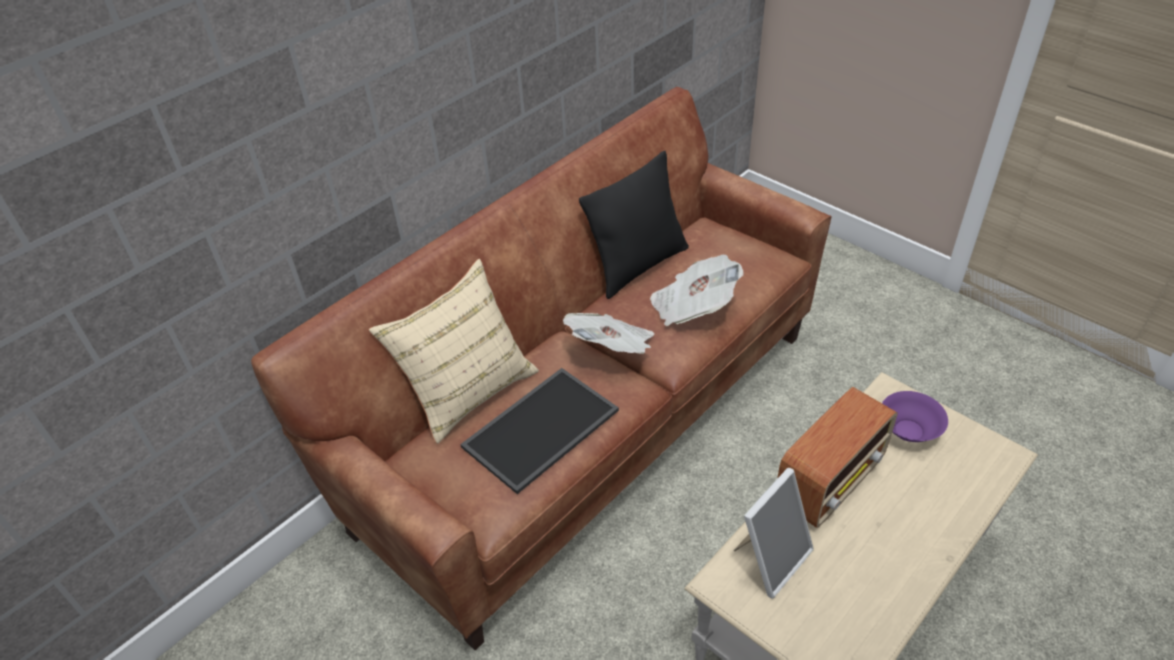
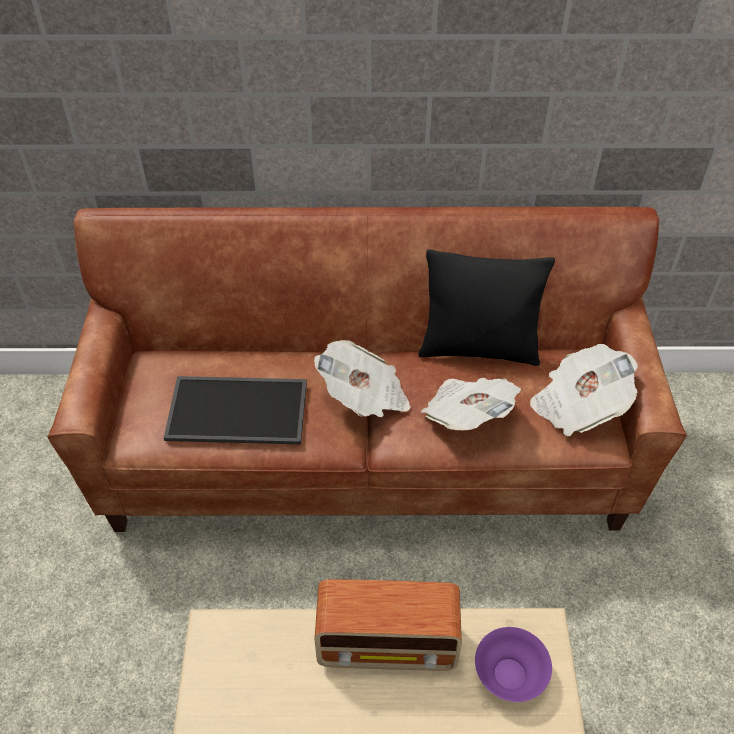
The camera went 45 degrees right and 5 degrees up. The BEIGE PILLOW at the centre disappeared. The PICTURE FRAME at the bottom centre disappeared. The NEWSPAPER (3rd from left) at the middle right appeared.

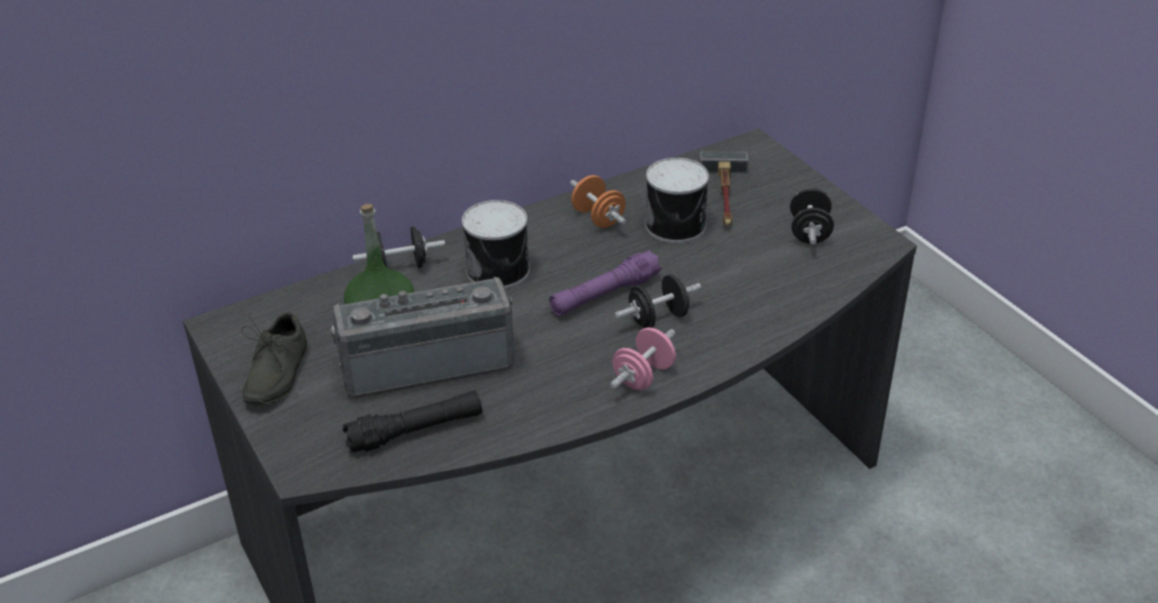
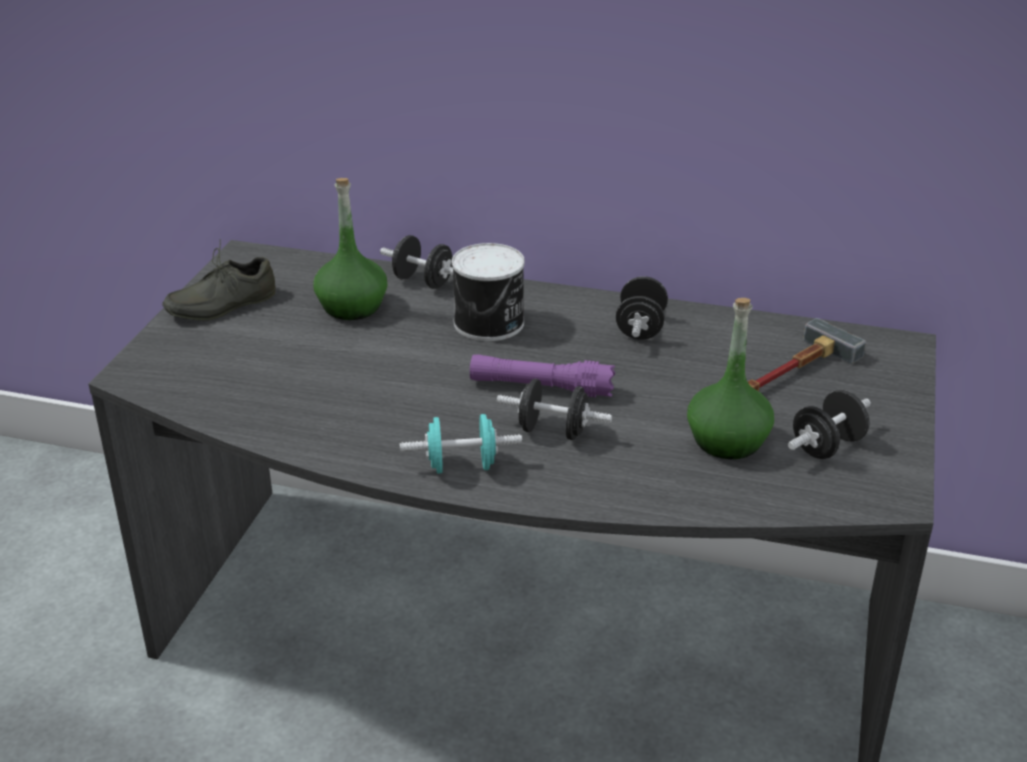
The camera went 45 degrees right and 5 degrees down. The RADIO at the centre disappeared. The BLACK FLASHLIGHT at the bottom centre disappeared. The CAN (2nd from left) at the centre disappeared. The GREEN BOTTLE (2nd from left) at the middle right appeared. The ORANGE DUMBBELL at the centre became the BLACK DUMBBELL (3rd from left) at the centre. The PINK DUMBBELL at the centre became the TURQUOISE DUMBBELL at the centre.

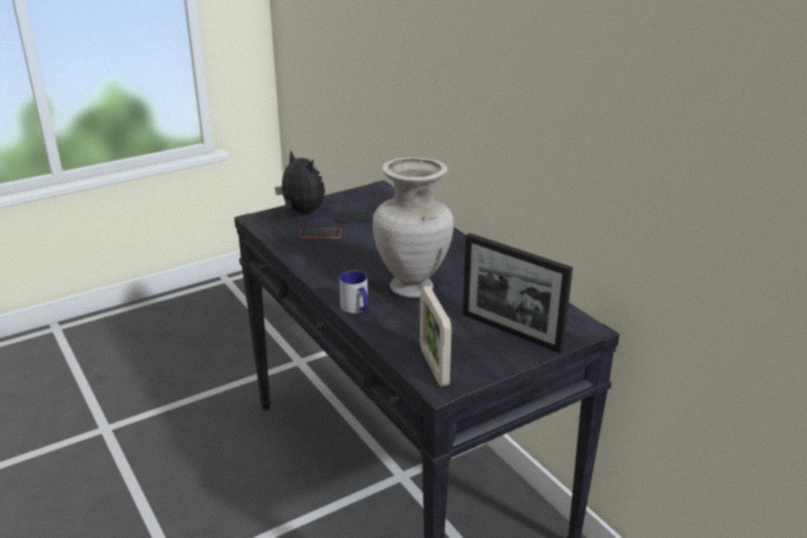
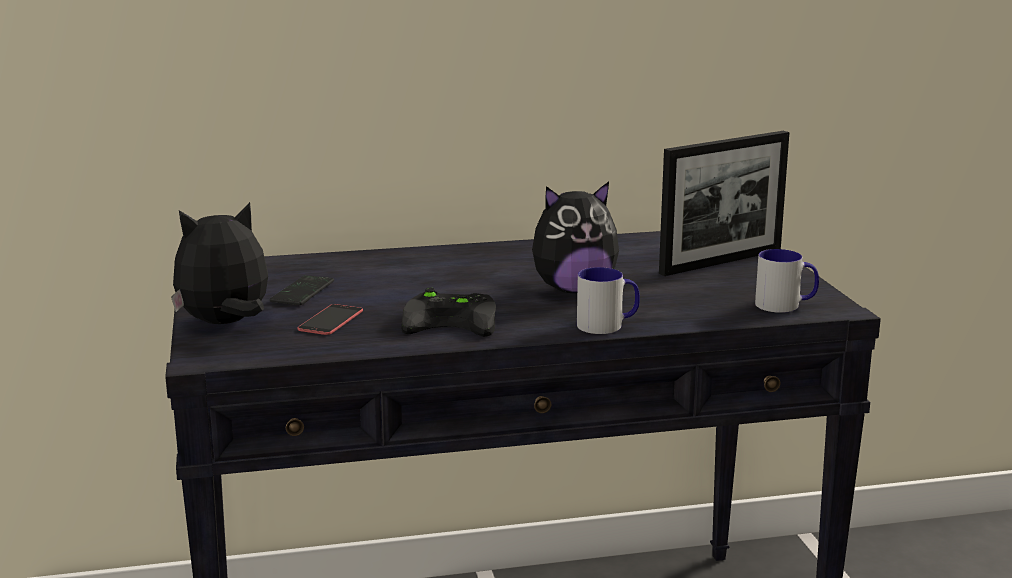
The camera went 70 degrees left and 10 degrees down. The BLACK GAME CONTROLLER at the centre appeared. The BEIGE VASE at the centre was replaced by the PLUSH TOY (2nd from left) at the centre. The PICTURE FRAME (1st from left) at the centre was replaced by the MUG (2nd from left) at the middle right.

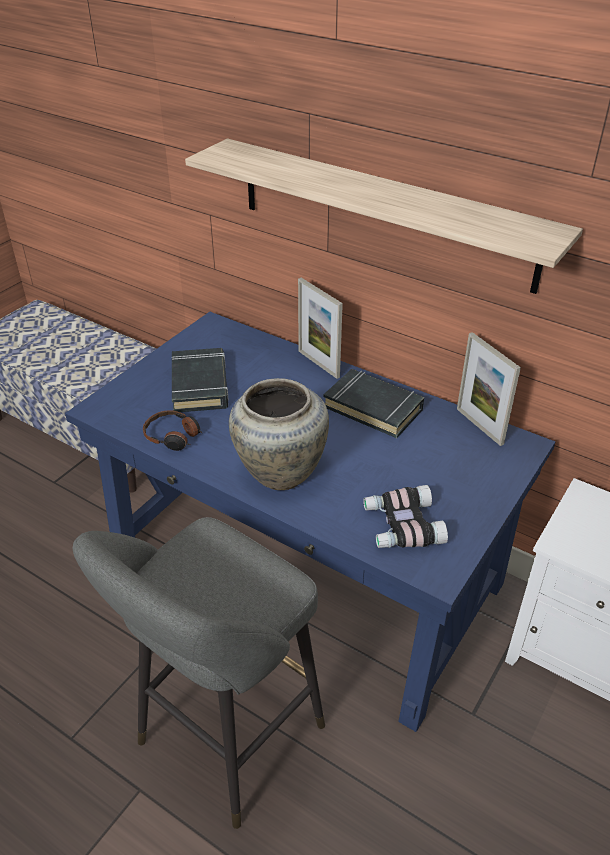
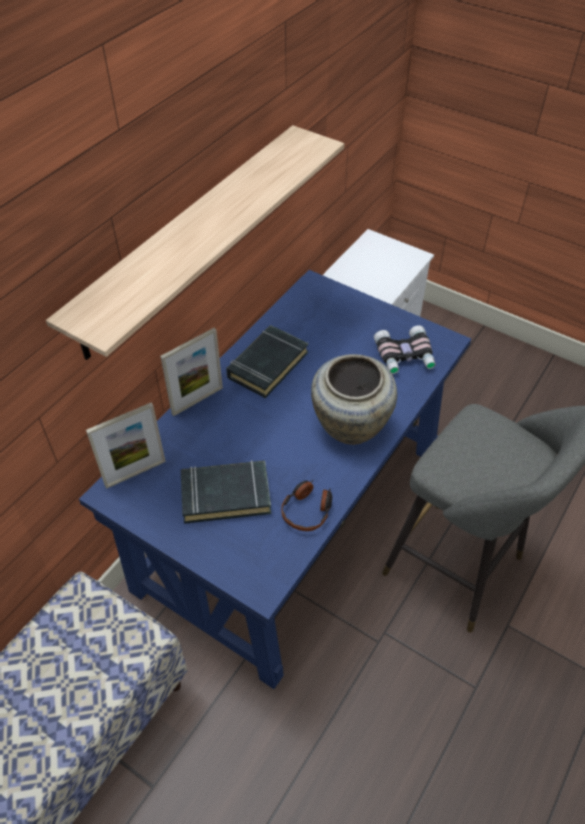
The camera went 90 degrees left and 10 degrees up. The PICTURE FRAME (2nd from left in the first image) moved from the middle right to the middle left.

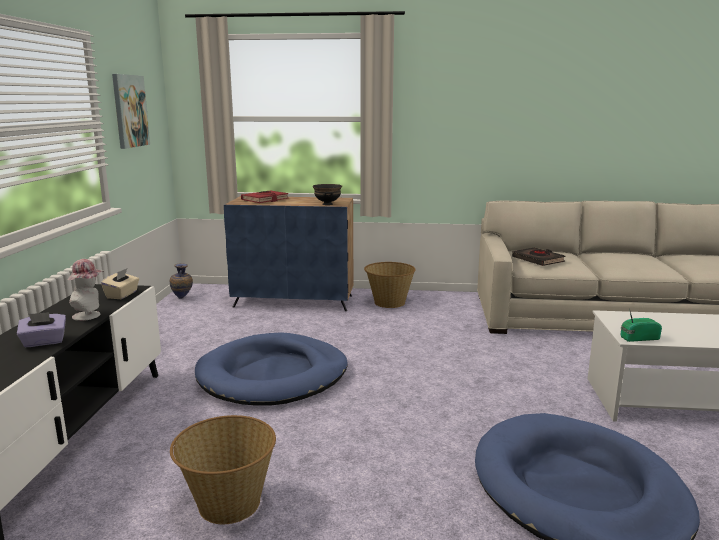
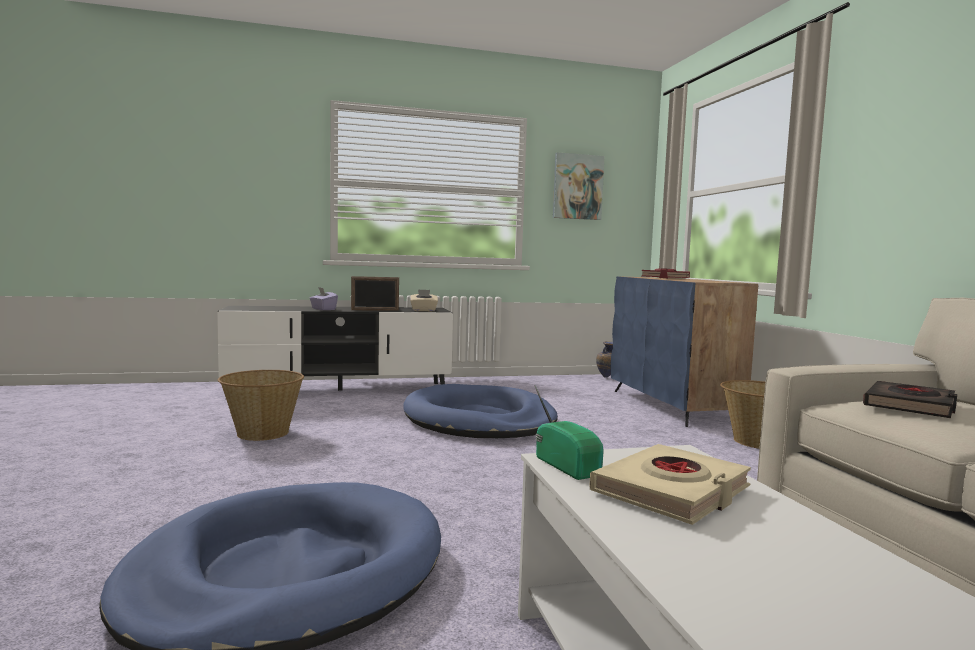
The camera went 70 degrees right and 10 degrees down. The BLACK BOWL at the centre disappeared. The BEIGE BOOK at the bottom right appeared. The HAT at the middle left was replaced by the PICTURE FRAME at the centre.

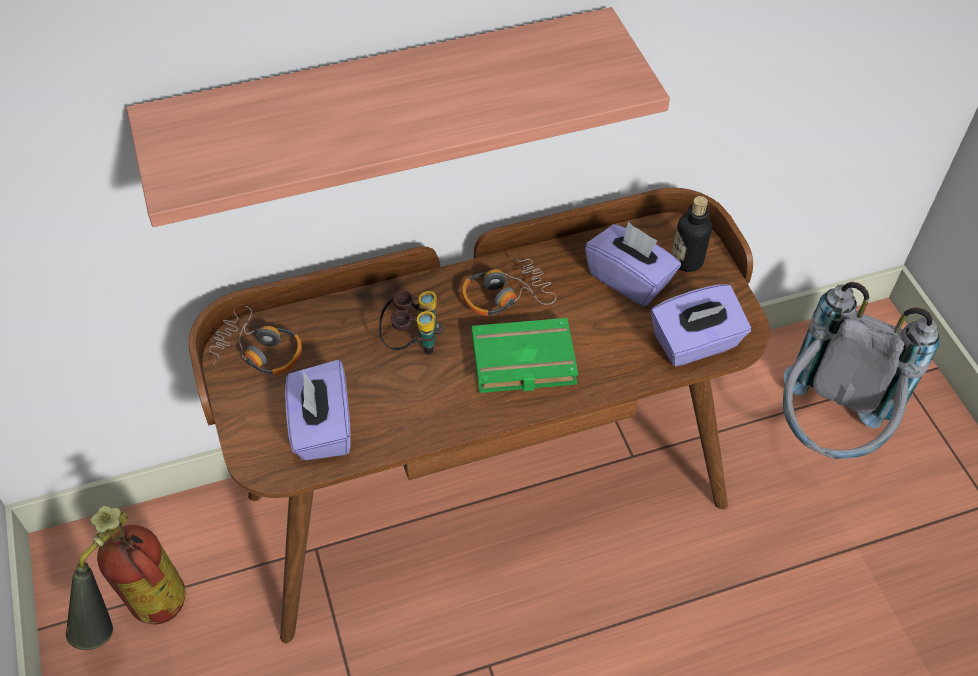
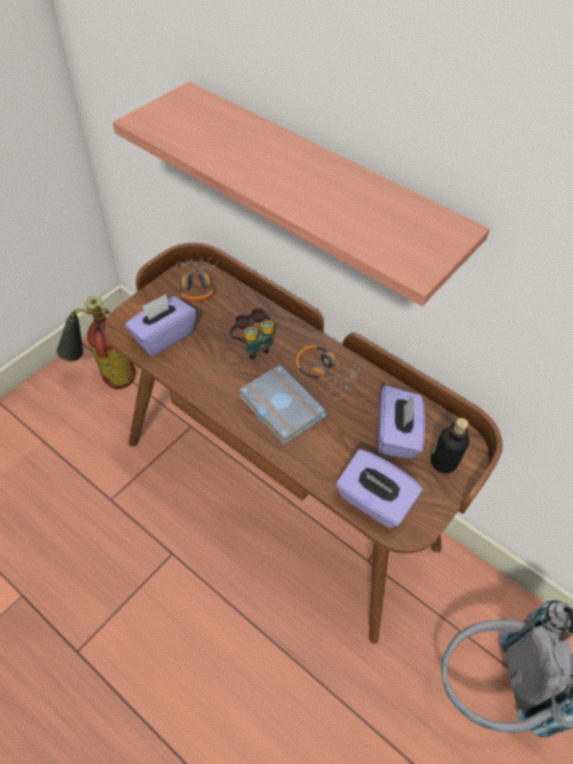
The camera went 55 degrees right and 0 degrees up. The GREEN BOOK at the centre became the GREY BOOK at the centre.

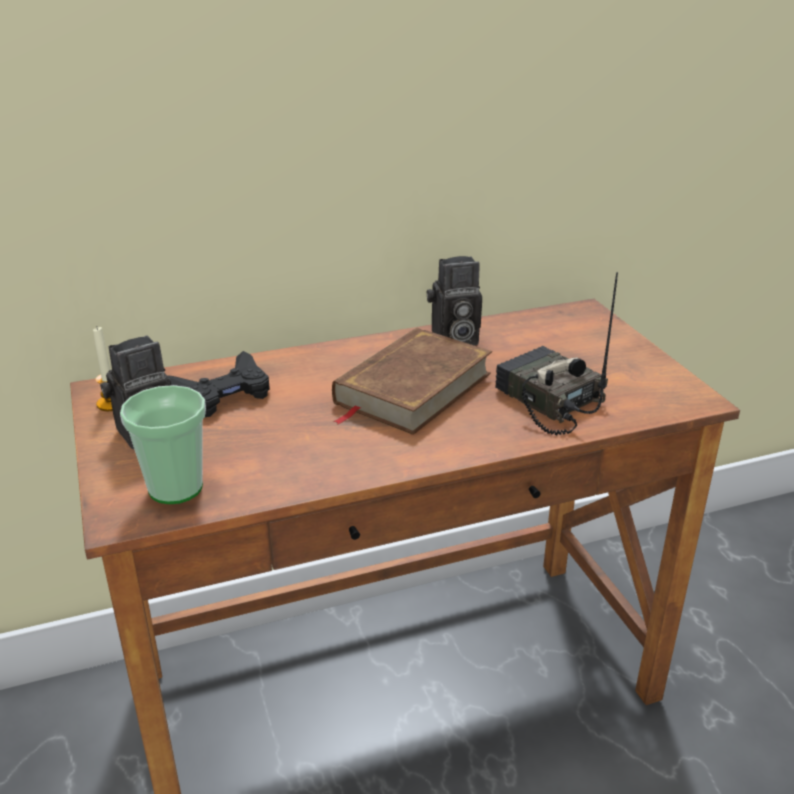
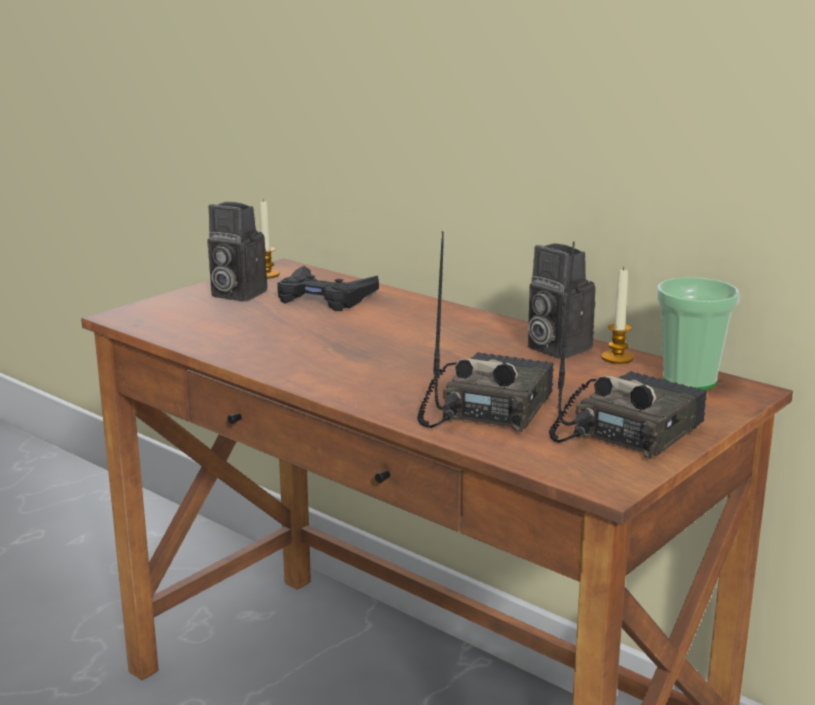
The camera went 60 degrees right and 10 degrees down. The BROWN BOOK at the centre disappeared. The RADIO (2nd from left) at the middle right appeared. The CANDLE (2nd from left) at the middle right appeared. The CUP moved from the middle left to the middle right.

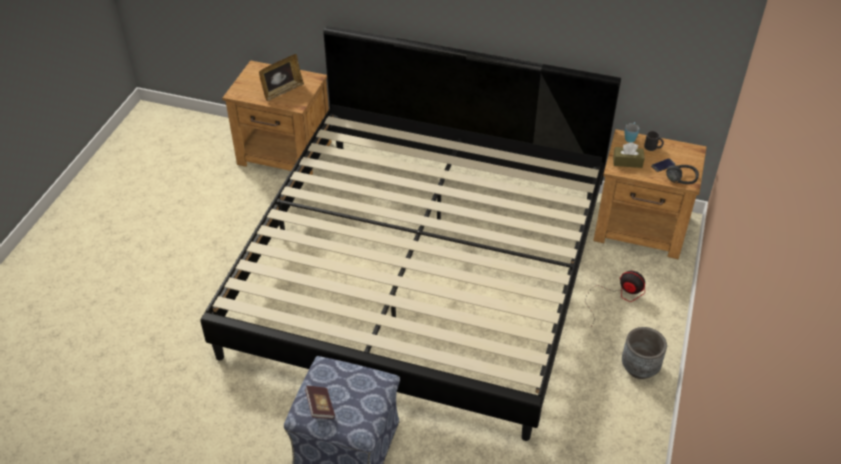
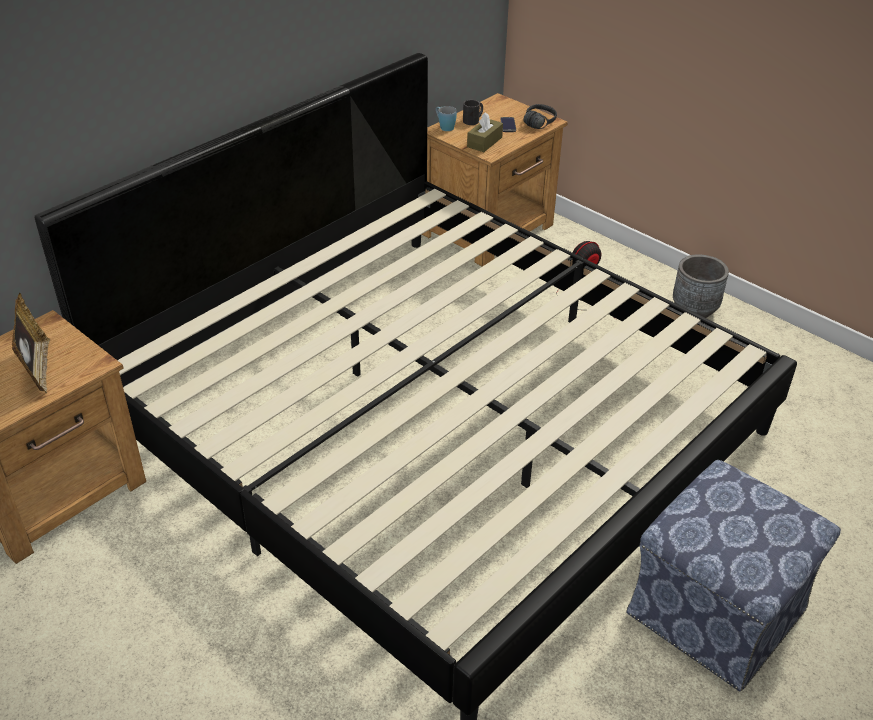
The camera went 65 degrees left and 5 degrees down. The BOOK at the bottom centre disappeared.

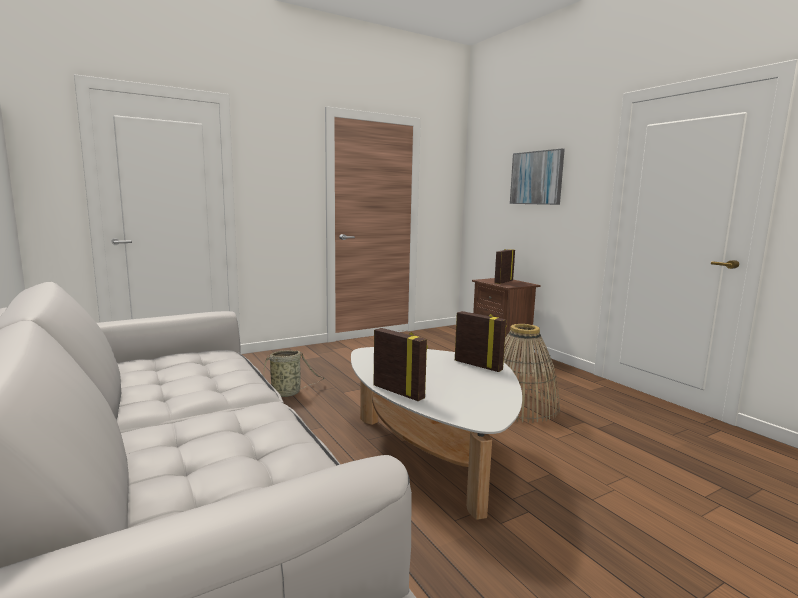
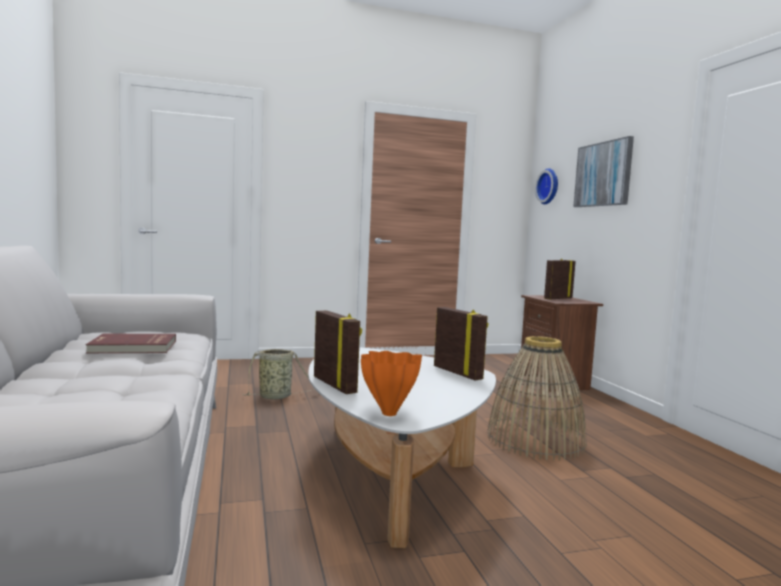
The camera went 15 degrees right and 5 degrees down. The RED BOOK at the middle left appeared. The ORANGE VASE at the centre appeared. The WALL CLOCK at the top right appeared.

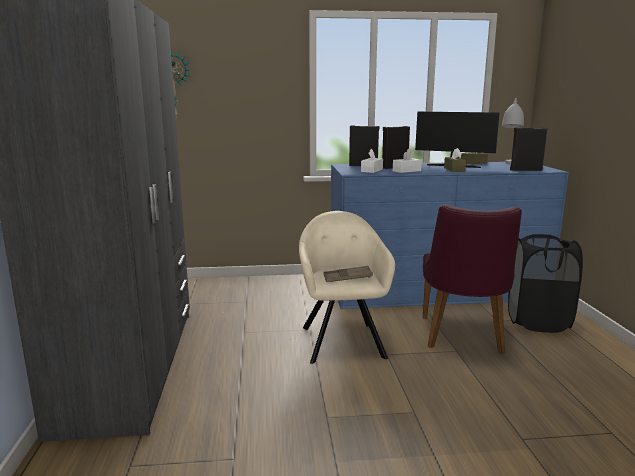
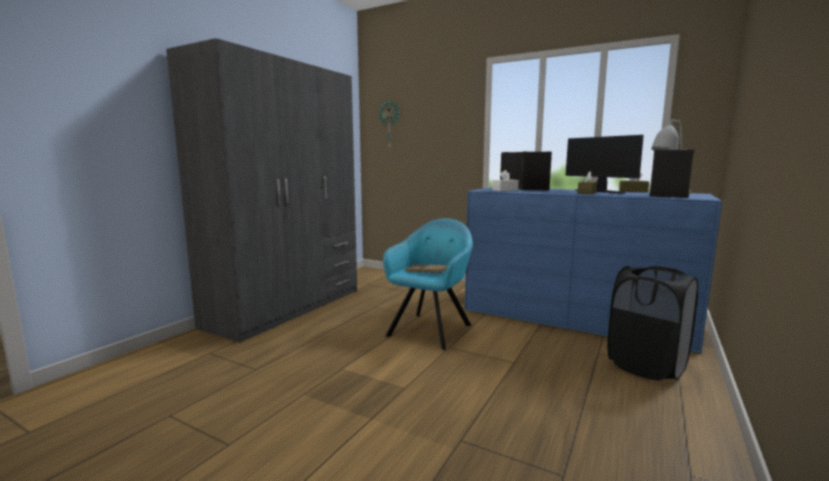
The camera went 35 degrees right and 5 degrees down. The WHITE TISSUE BOX (2nd from left) at the centre disappeared. The PURPLE CHAIR at the middle right disappeared. The BEIGE ARMCHAIR at the centre became the TURQUOISE ARMCHAIR at the centre.

